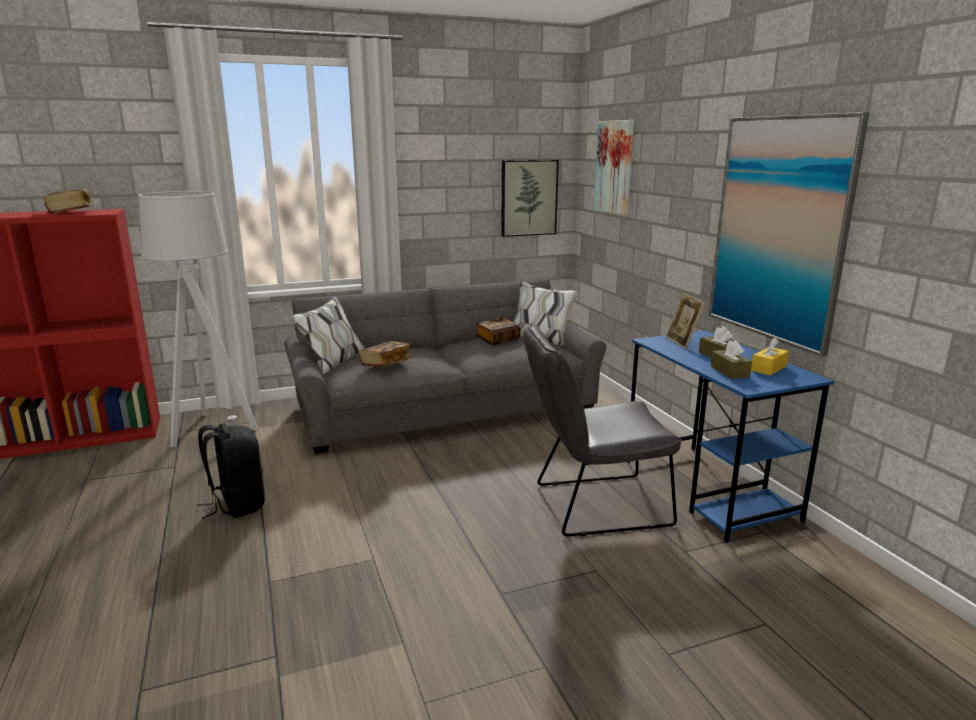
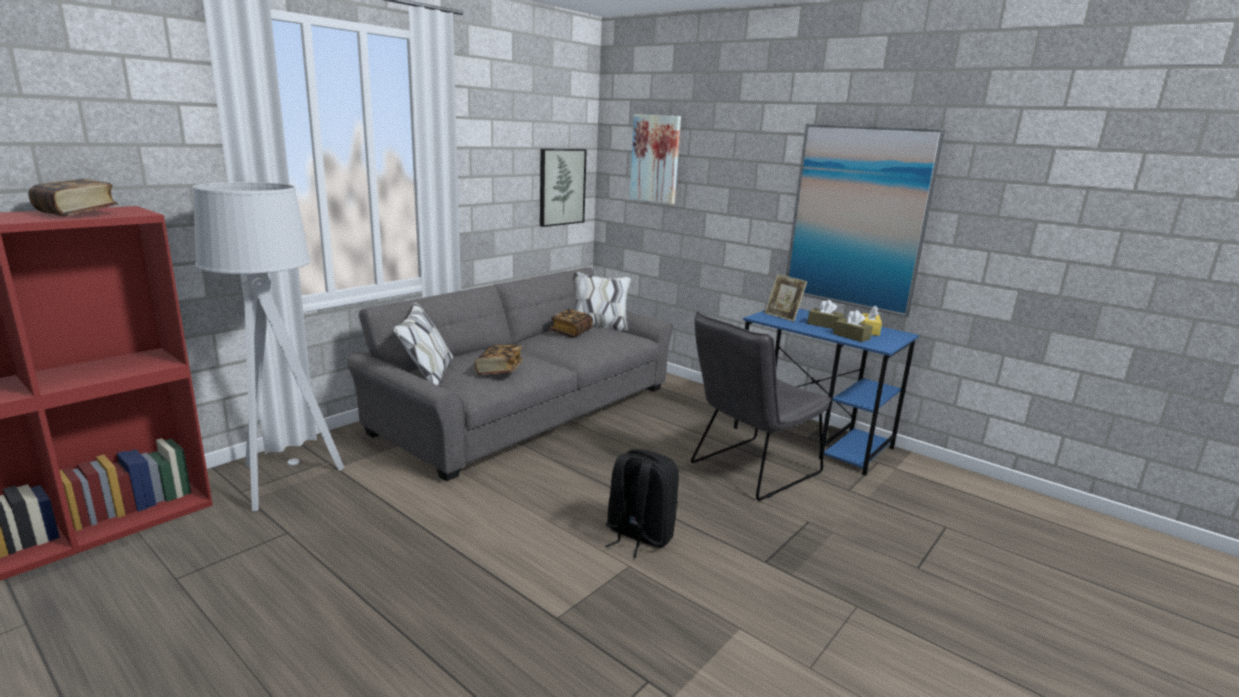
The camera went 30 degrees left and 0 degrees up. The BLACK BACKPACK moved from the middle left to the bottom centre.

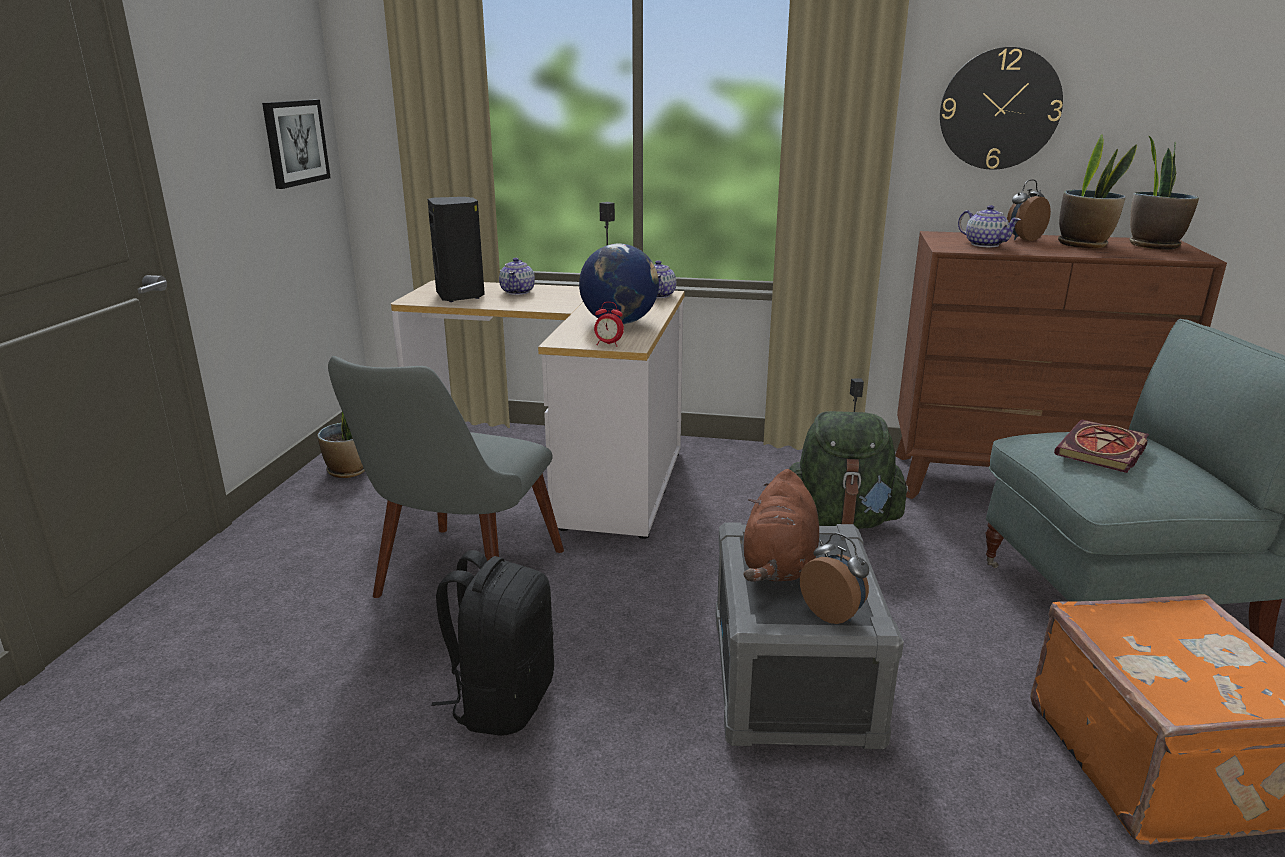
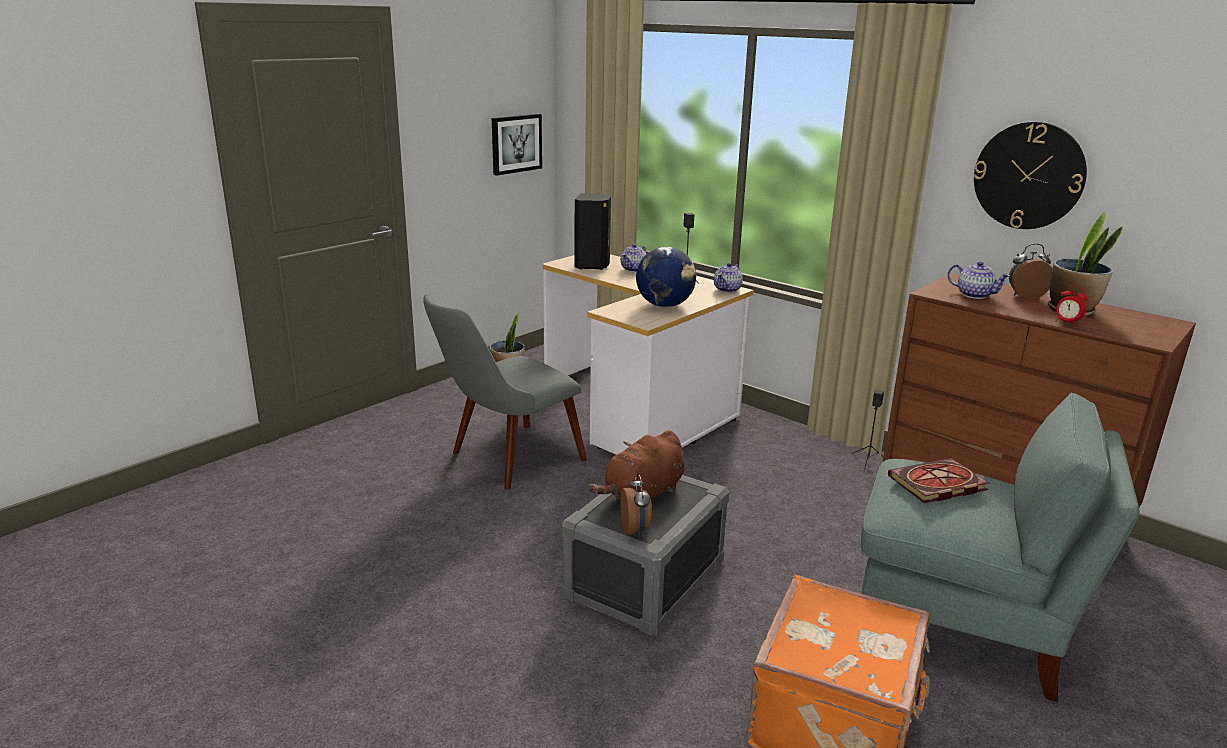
The camera went 30 degrees right and 0 degrees up. The BLACK BACKPACK at the bottom centre disappeared. The GREEN BACKPACK at the centre disappeared. The POTTED PLANT (3rd from left) at the top right disappeared. The ALARM CLOCK (1st from left in the first image) moved from the centre to the middle right. The TEAPOT (3rd from left) at the top right turned 45 degrees counterclockwise.

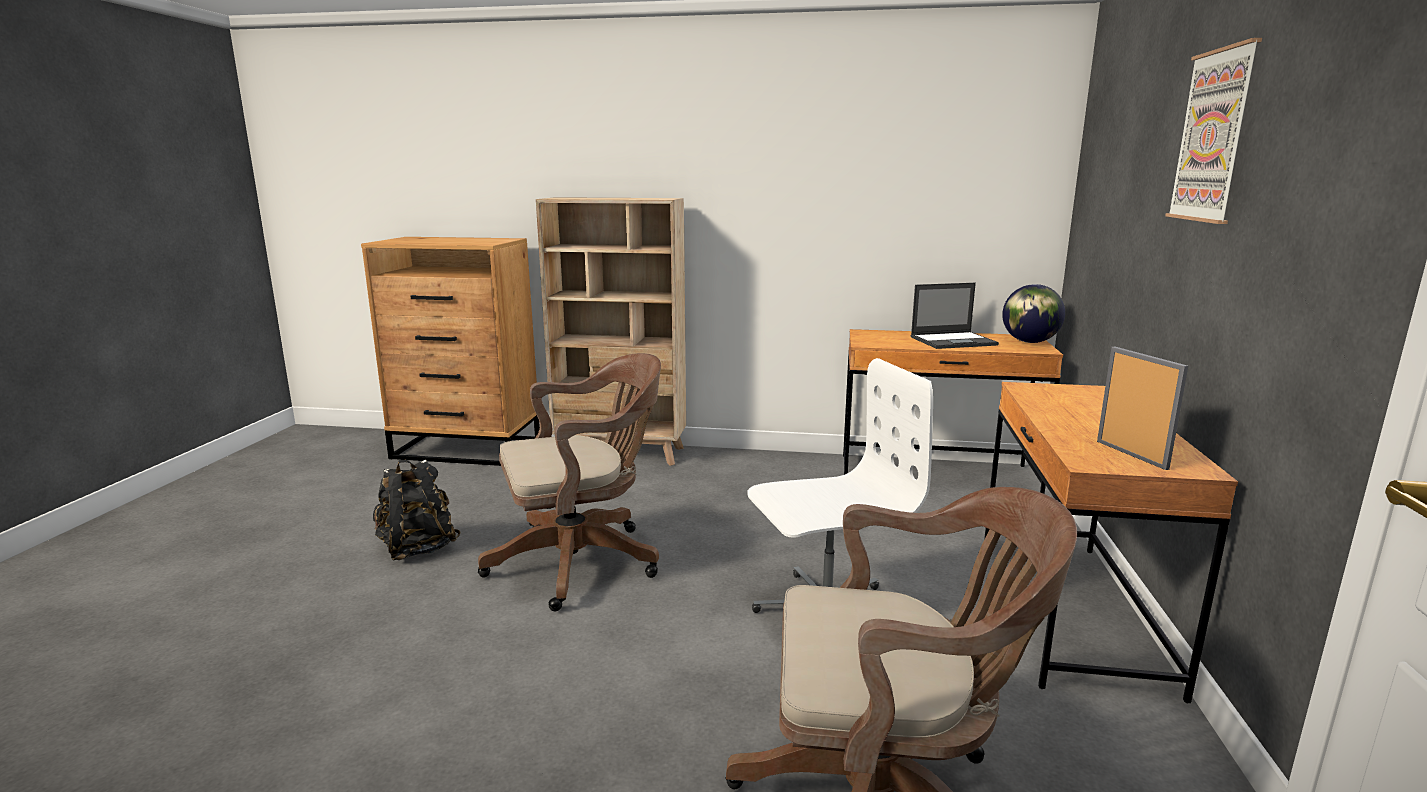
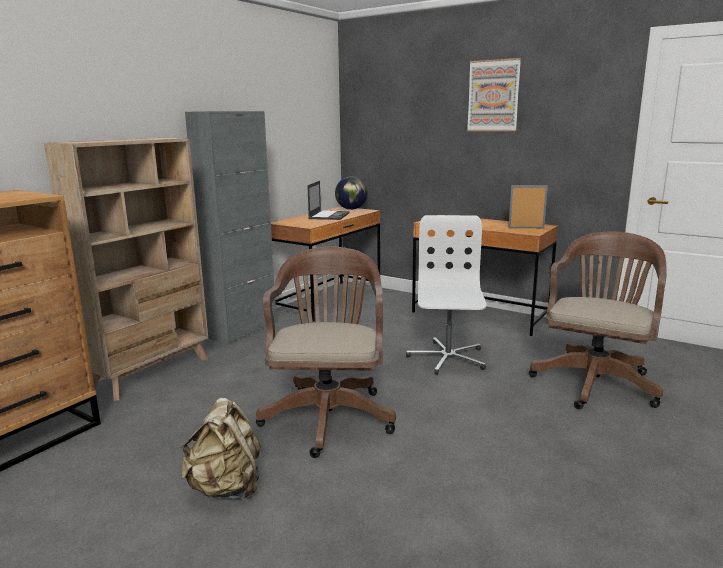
The camera went 65 degrees left and 0 degrees up. The GREY CABINET at the middle left appeared. The BLACK BACKPACK at the middle left became the BEIGE BACKPACK at the bottom left.

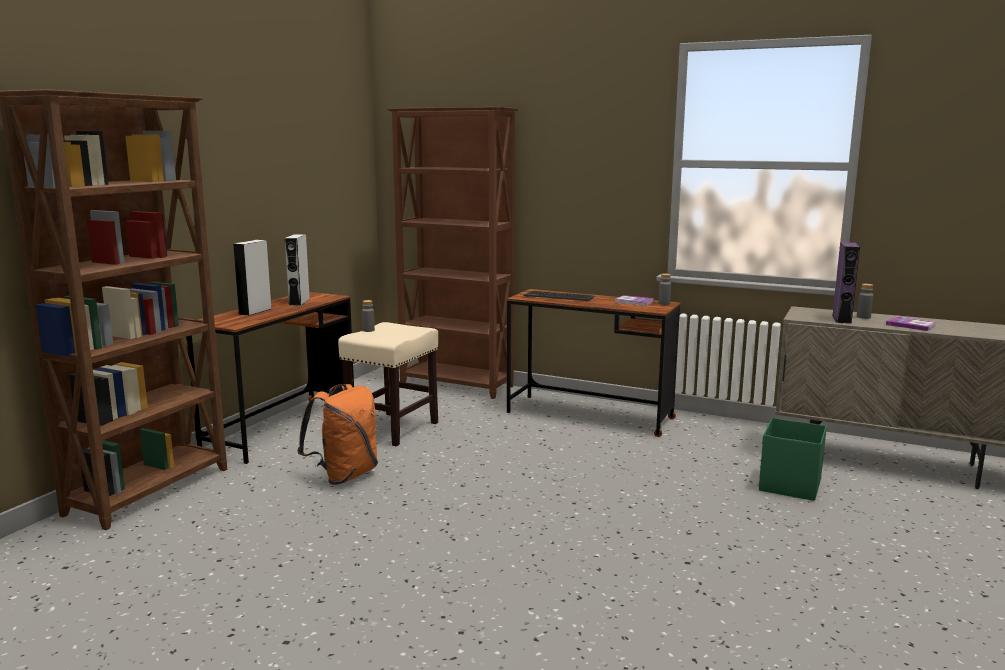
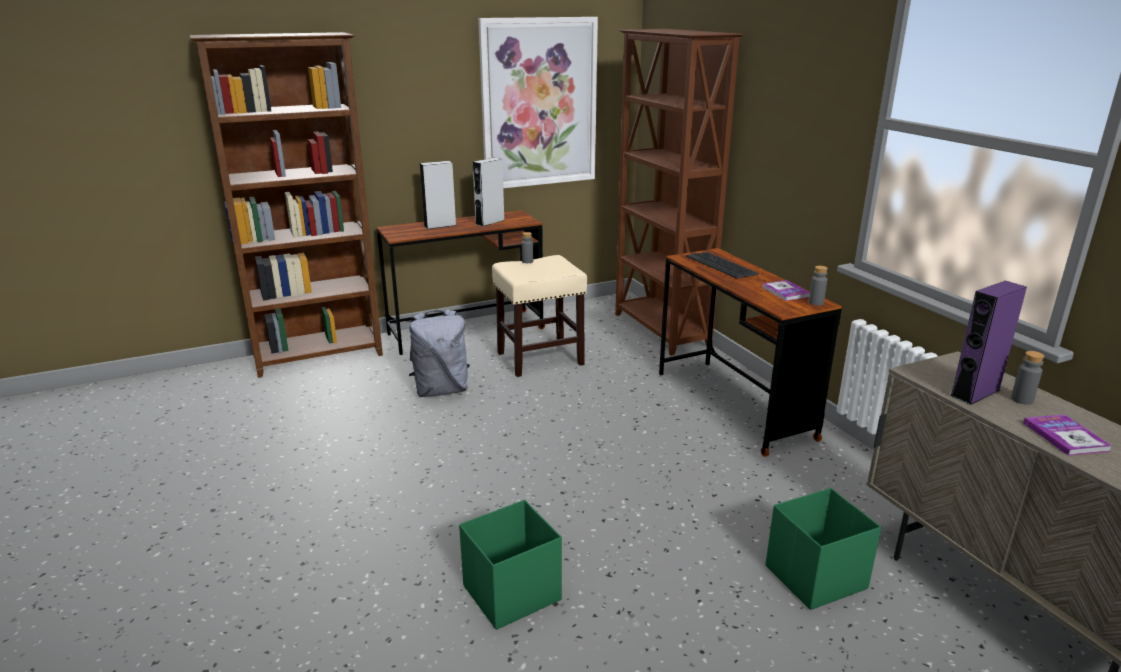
The camera went 40 degrees right and 10 degrees up. The GREEN STORAGE BOX (1st from left) at the bottom centre appeared. The PICTURE at the top centre appeared. The ORANGE BACKPACK at the centre became the GREY BACKPACK at the centre.

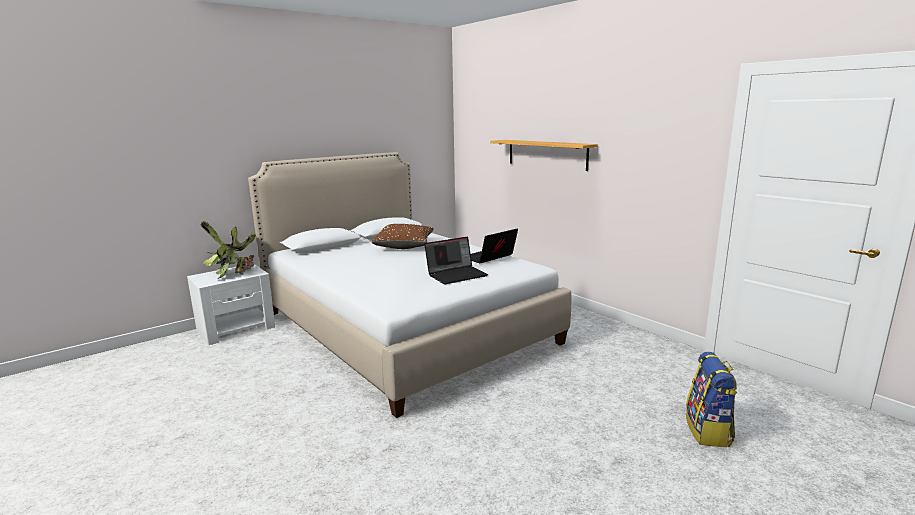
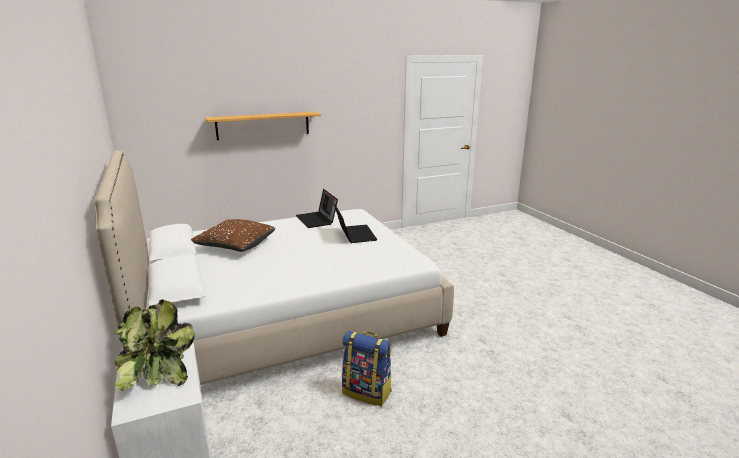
The camera went 75 degrees left and 5 degrees up. The BACKPACK moved from the bottom right to the bottom centre.

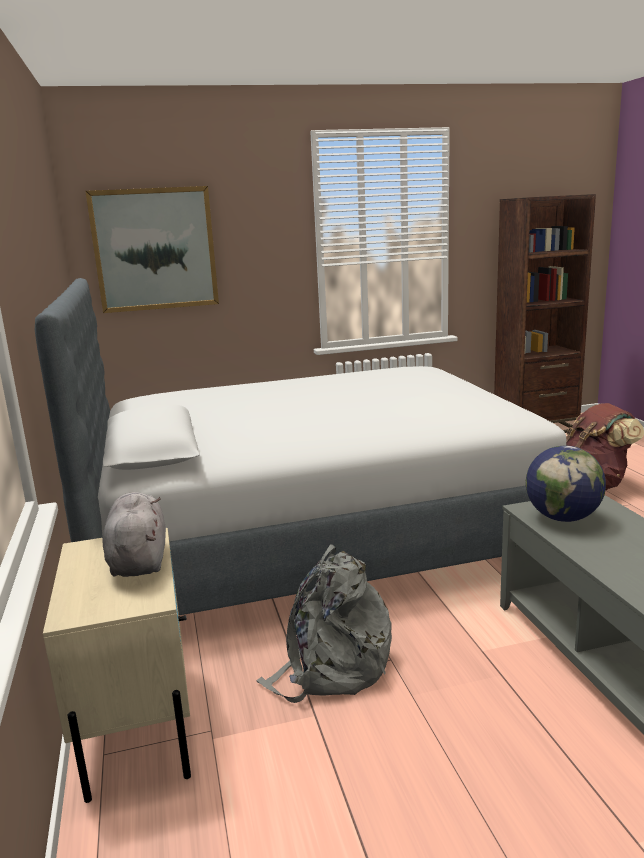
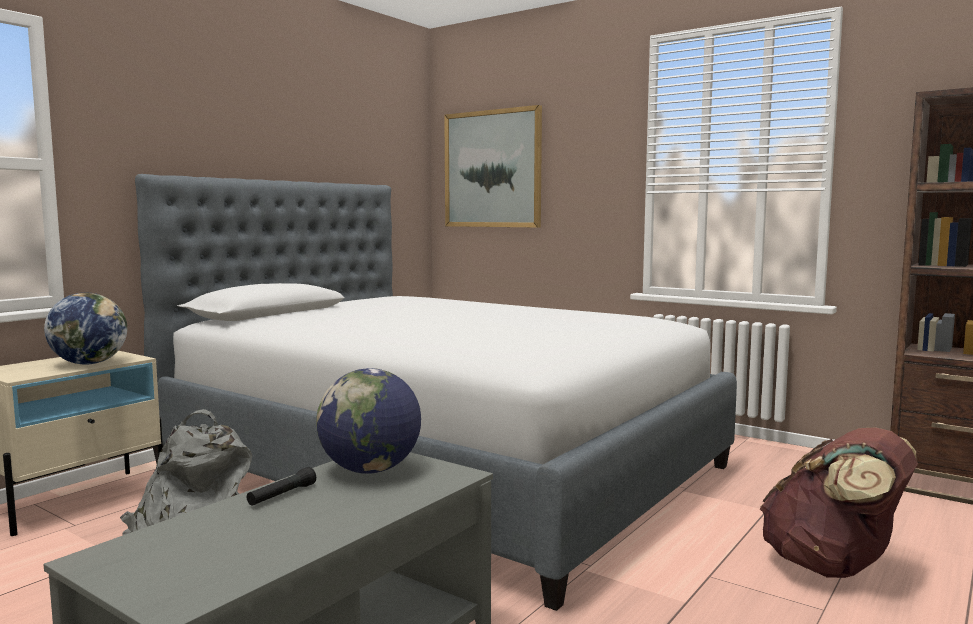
The camera went 50 degrees right and 10 degrees down. The BLACK FLASHLIGHT at the bottom left appeared. The GREY PLUSH TOY at the middle left was replaced by the GLOBE (1st from left) at the middle left.

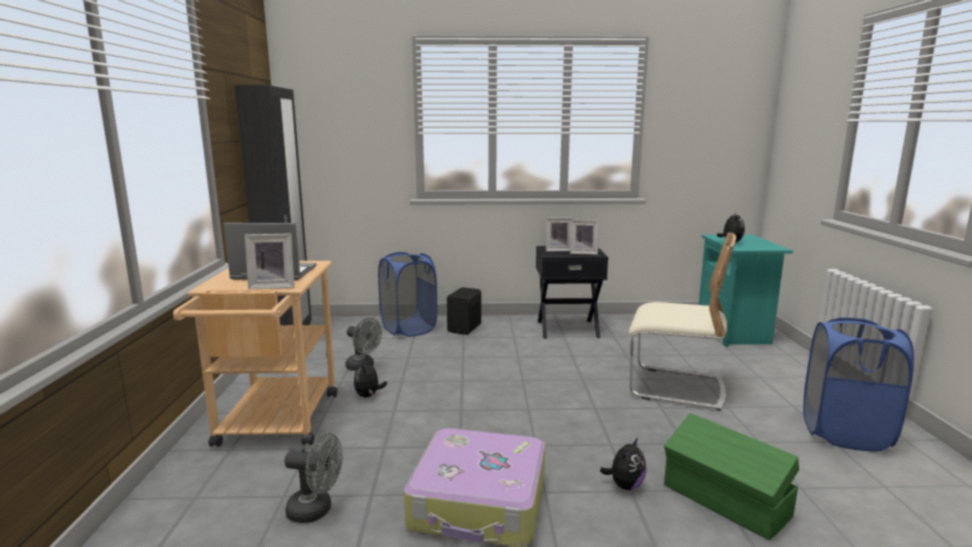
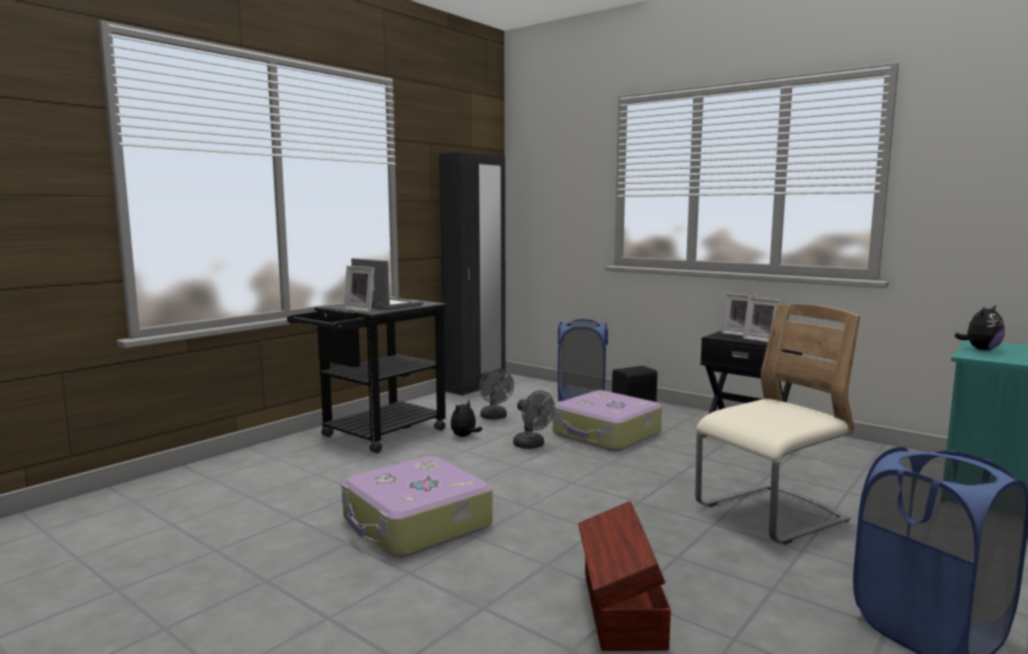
The camera went 40 degrees right and 5 degrees down. The PLUSH TOY (2nd from left) at the bottom centre disappeared. The SUITCASE (2nd from left) at the centre appeared. The GREY FAN (1st from left in the first image) moved from the bottom left to the centre. The BEIGE CART at the middle left became the BLACK CART at the centre. The GREEN STORAGE BOX at the bottom right became the BROWN STORAGE BOX at the bottom centre. The BEIGE CHAIR at the middle right turned 90 degrees counterclockwise.

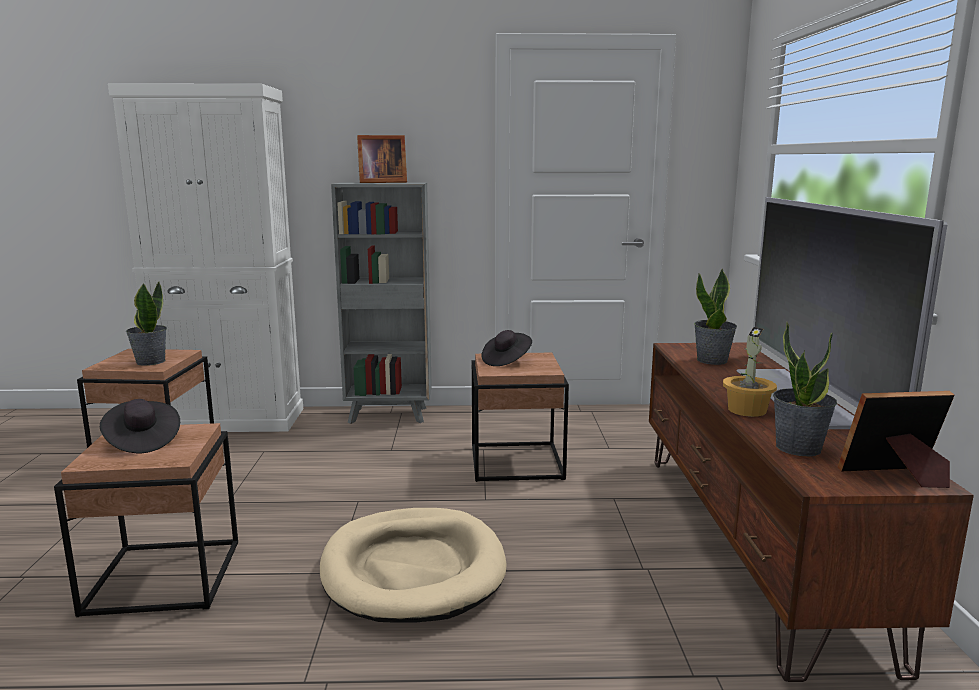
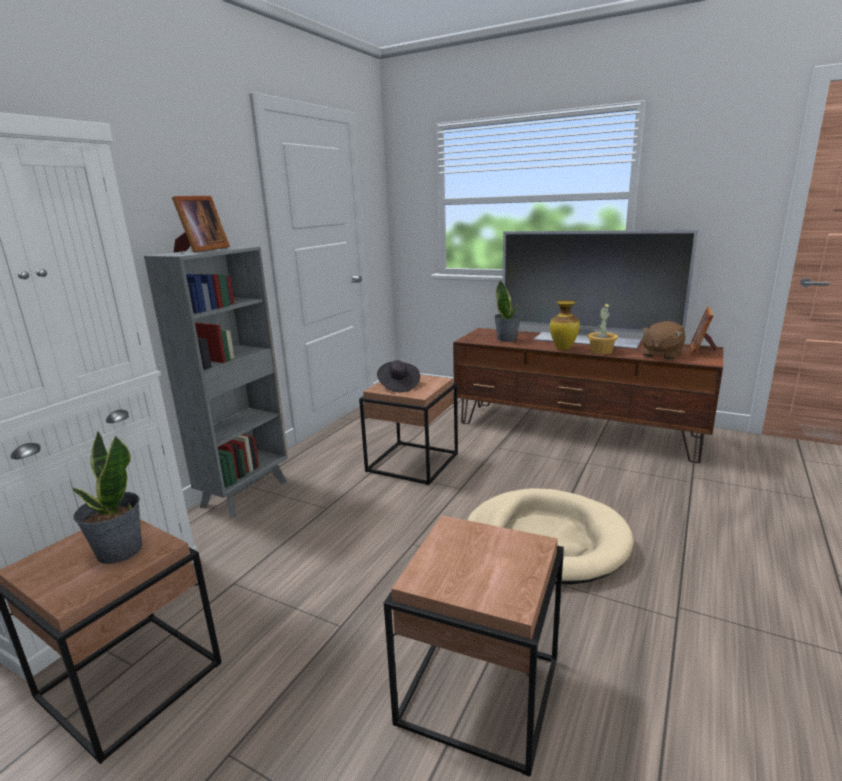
The camera went 60 degrees left and 5 degrees up. The BLACK HAT (1st from left) at the middle left disappeared. The VASE at the middle right appeared. The POTTED PLANT (4th from left) at the middle right was replaced by the BROWN PLUSH TOY at the middle right.

